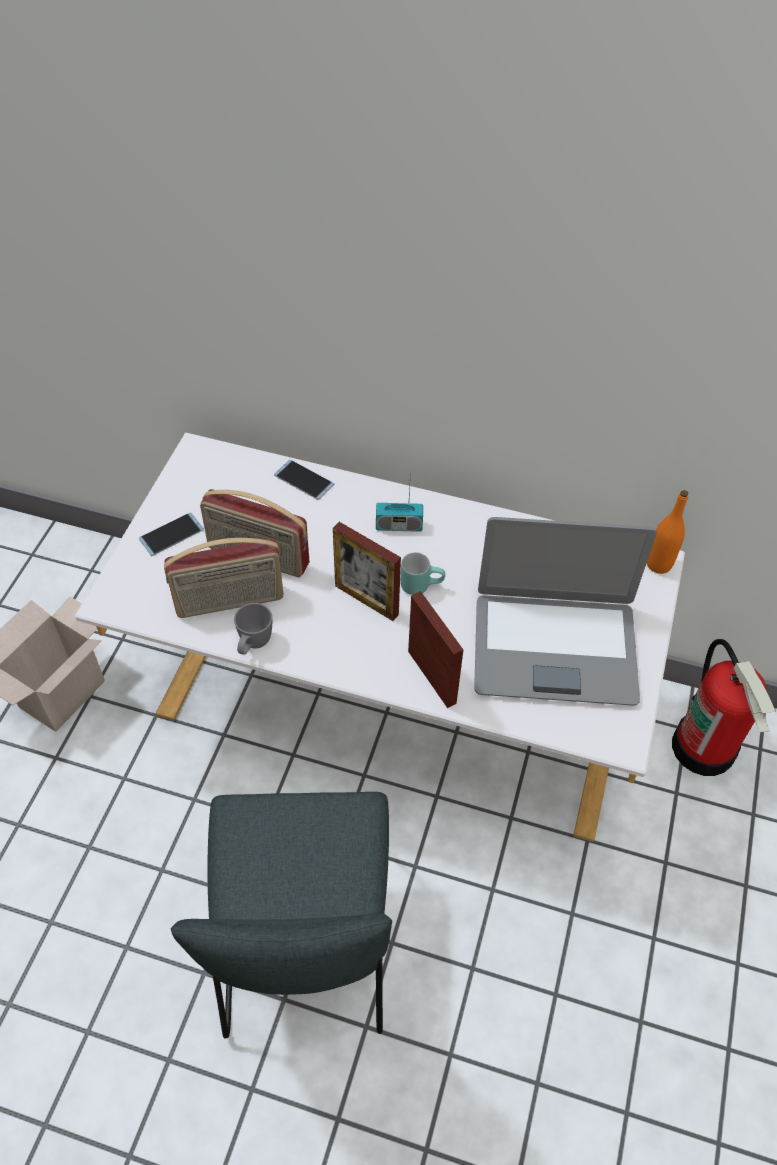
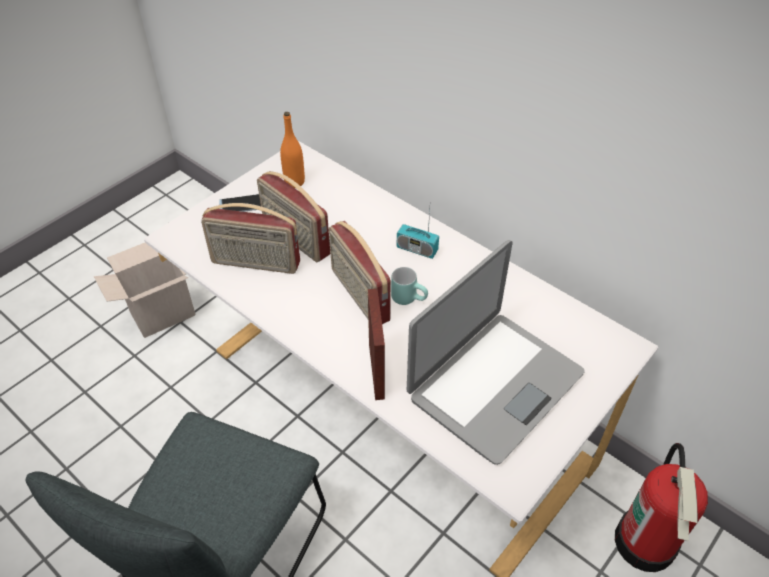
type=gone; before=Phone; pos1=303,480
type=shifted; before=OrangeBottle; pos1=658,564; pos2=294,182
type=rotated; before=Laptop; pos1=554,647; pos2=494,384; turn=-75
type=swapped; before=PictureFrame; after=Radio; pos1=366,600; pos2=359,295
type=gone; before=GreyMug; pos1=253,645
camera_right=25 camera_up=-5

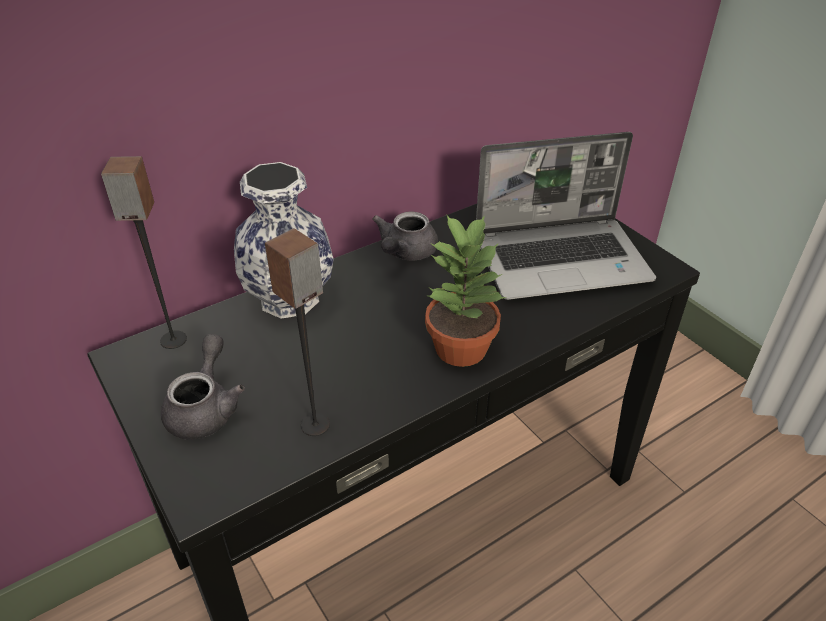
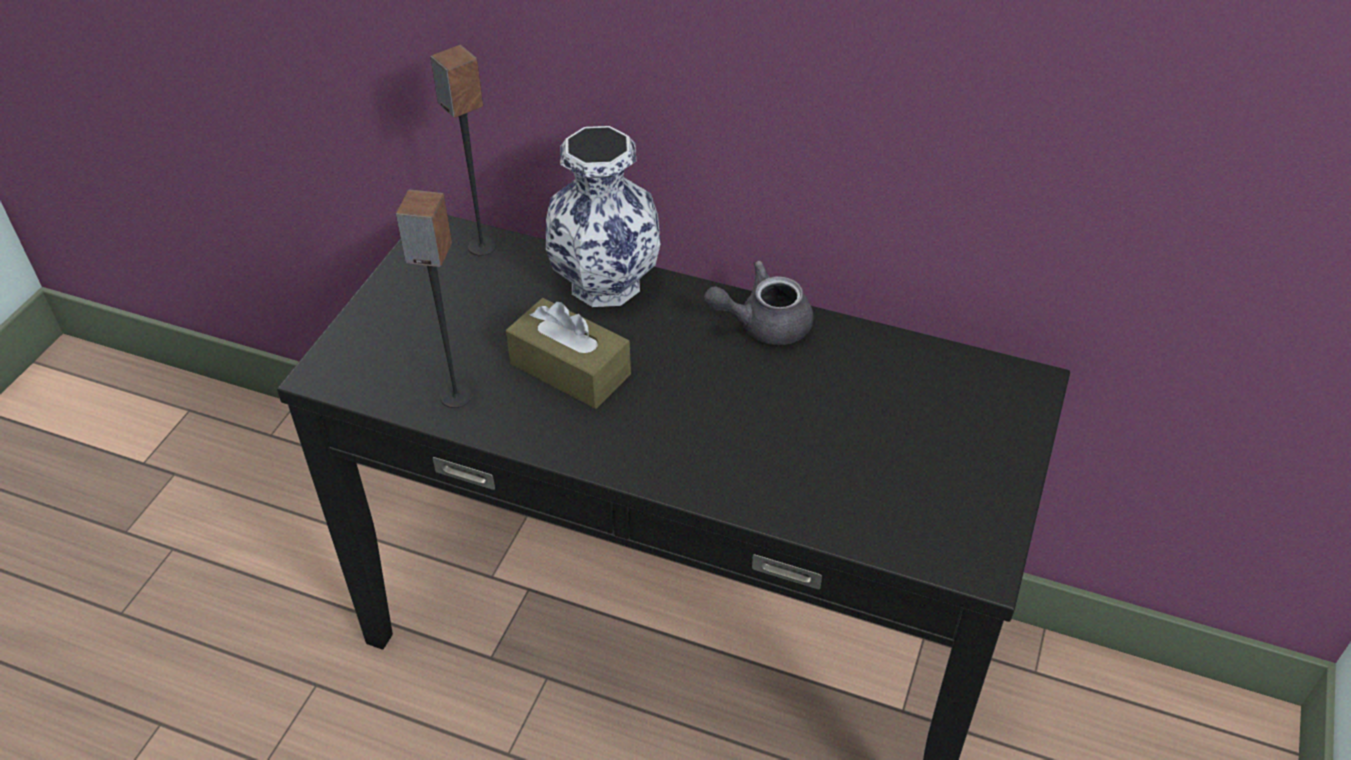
type=gone; before=Laptop; pos1=562,259
type=gone; before=PottedPlant; pos1=461,347
type=gone; before=GreyTeapot; pos1=206,408
type=new; after=BrownTissueBox; pos2=570,369
camera_right=55 camera_up=5

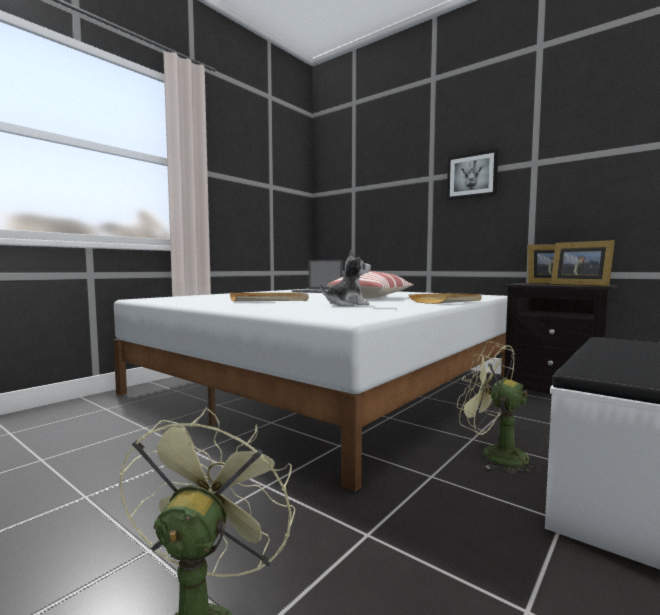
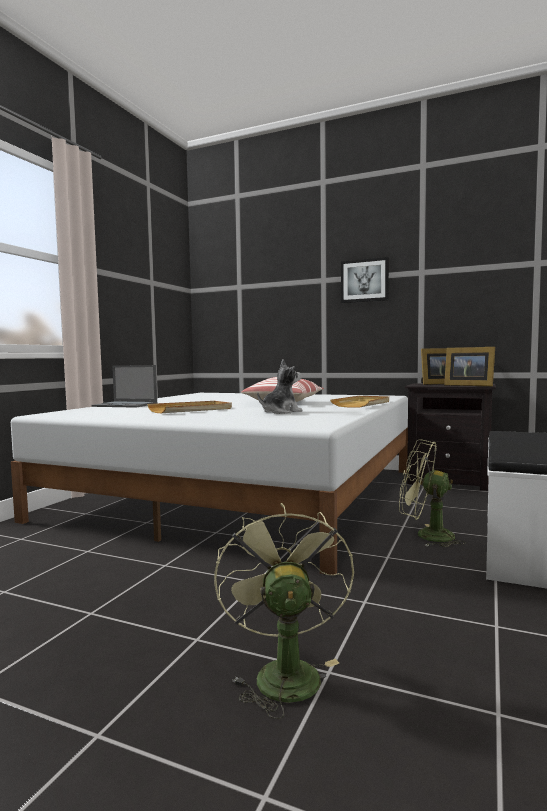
type=shifted; before=Laptop; pos1=318,291; pos2=126,405
camera_right=-15 camera_up=0

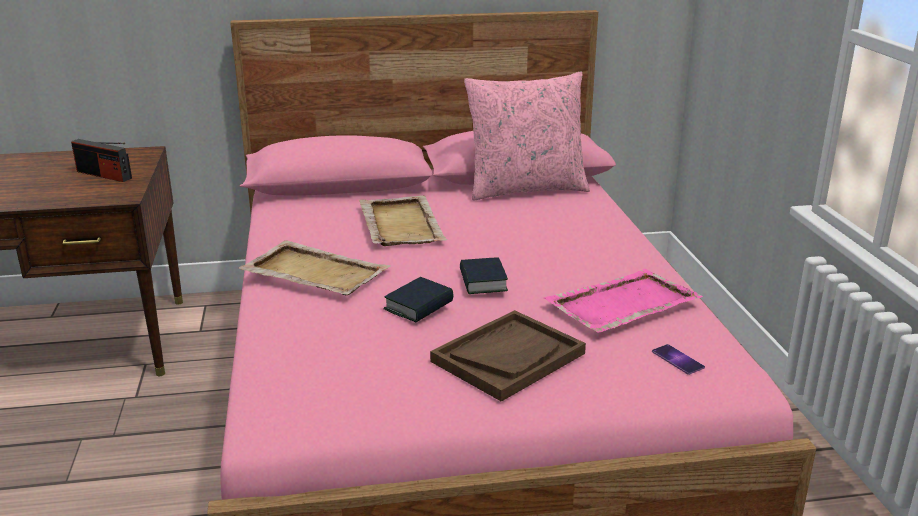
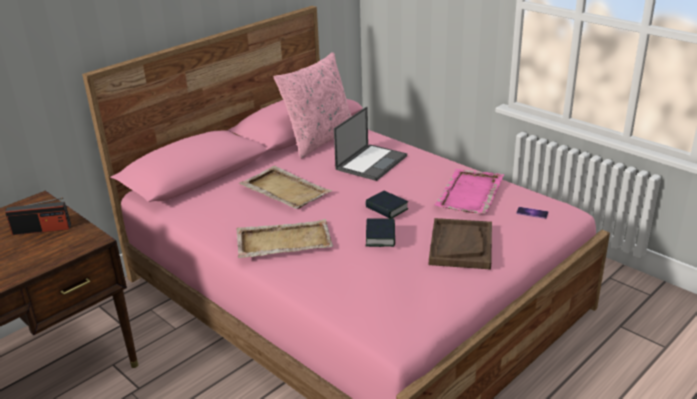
type=new; after=Laptop; pos2=371,162
camera_right=-35 camera_up=5

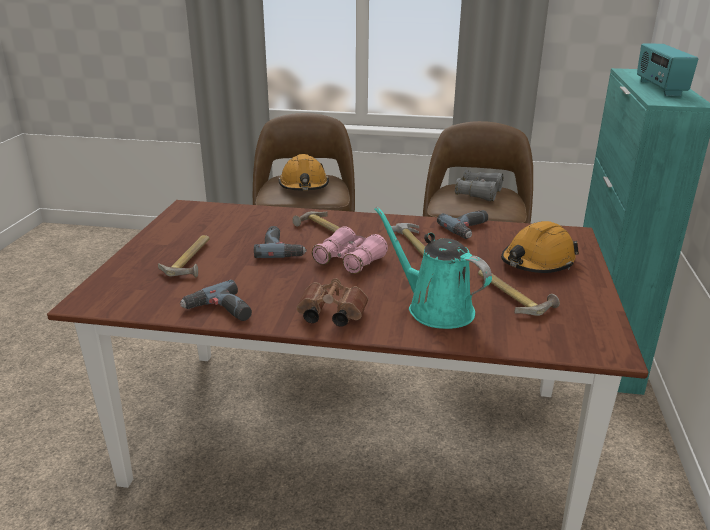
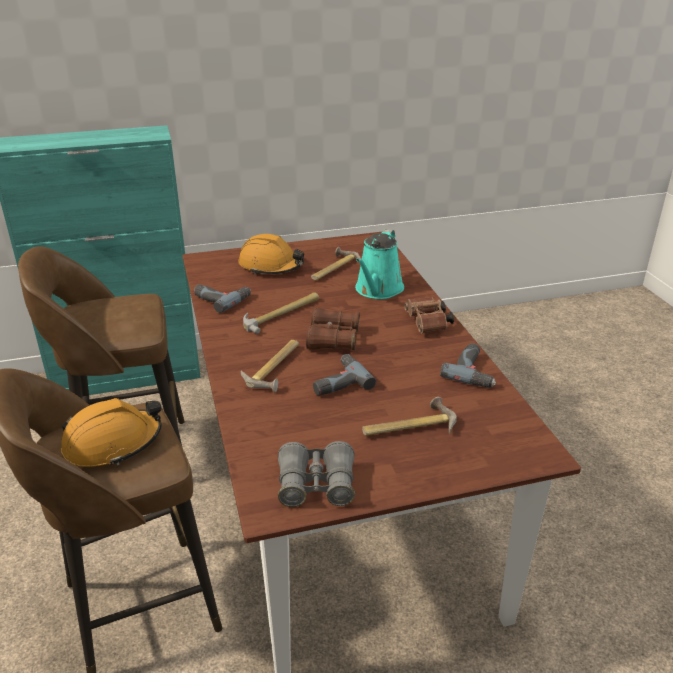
type=gone; before=Radio; pos1=659,88
type=shifted; before=GreyBinoculars; pos1=479,193; pos2=316,485
type=repainted; before=PinkBinoculars; after=BrownBinoculars; pos1=349,261; pos2=333,339
camera_right=-115 camera_up=5

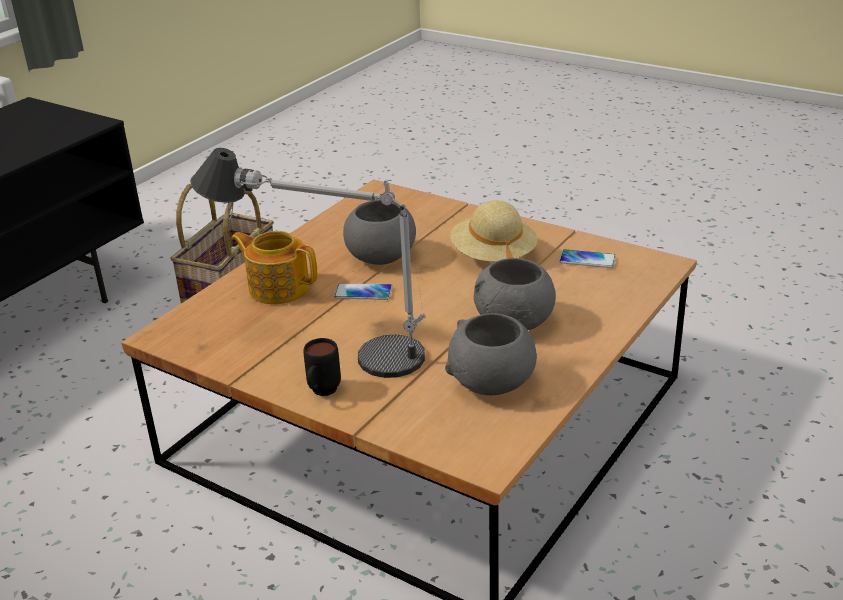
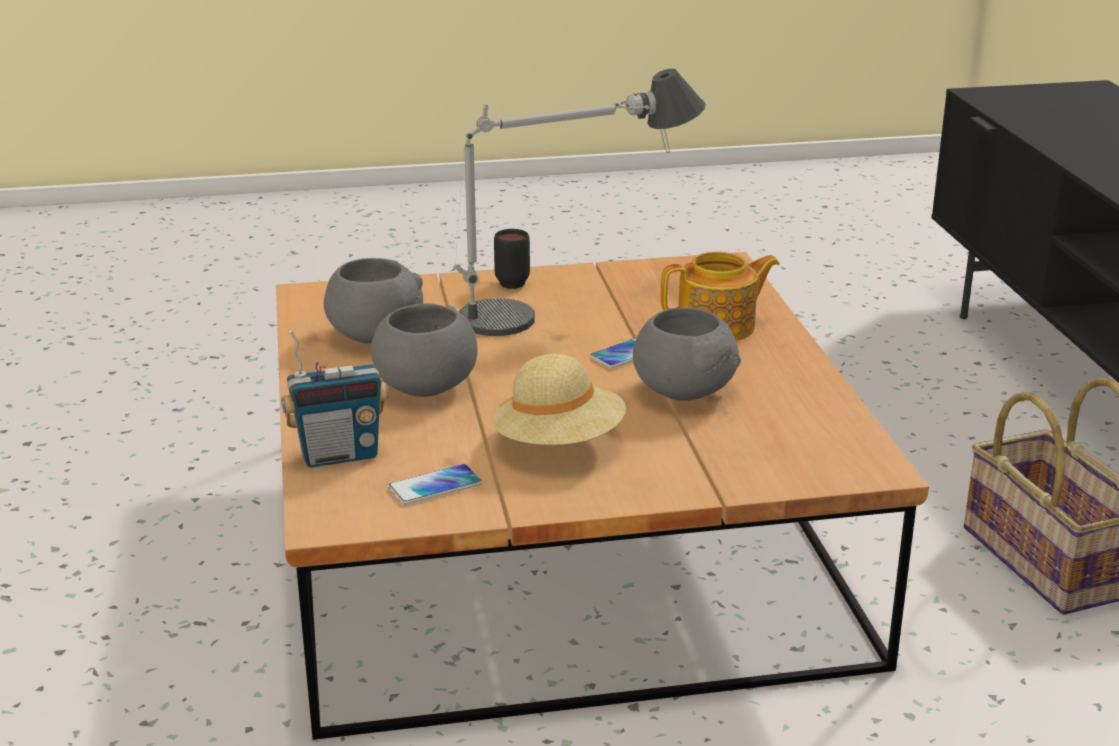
type=new; after=Radio; pos2=339,455
camera_right=135 camera_up=-5

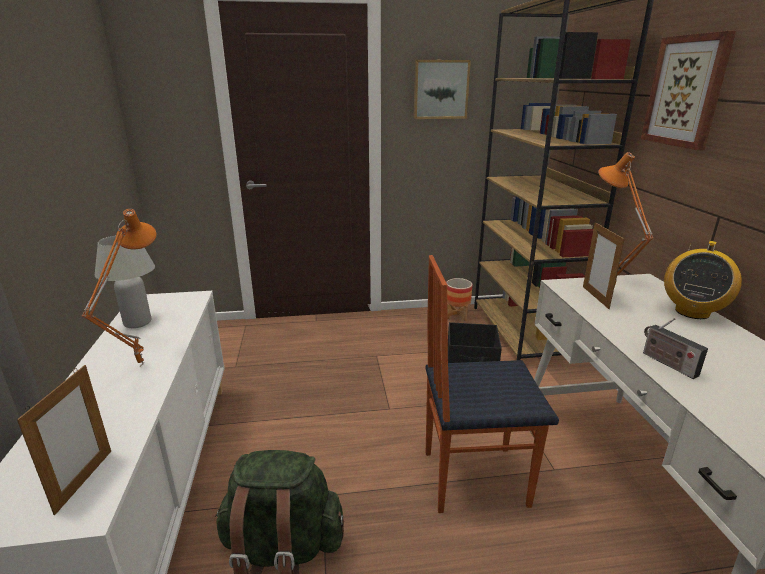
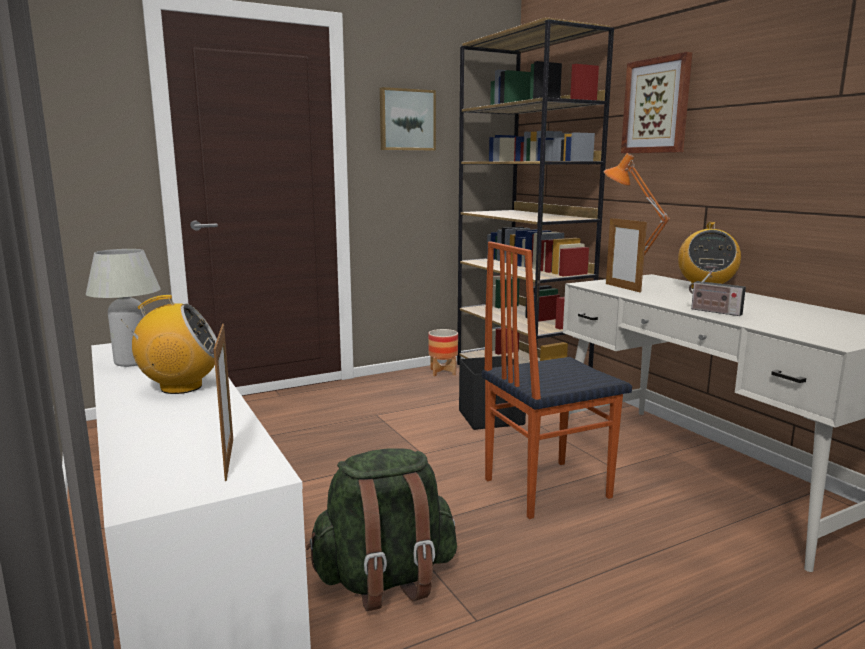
type=swapped; before=OrangeTableLamp; after=Radio; pos1=139,364; pos2=180,387
camera_right=-20 camera_up=-10

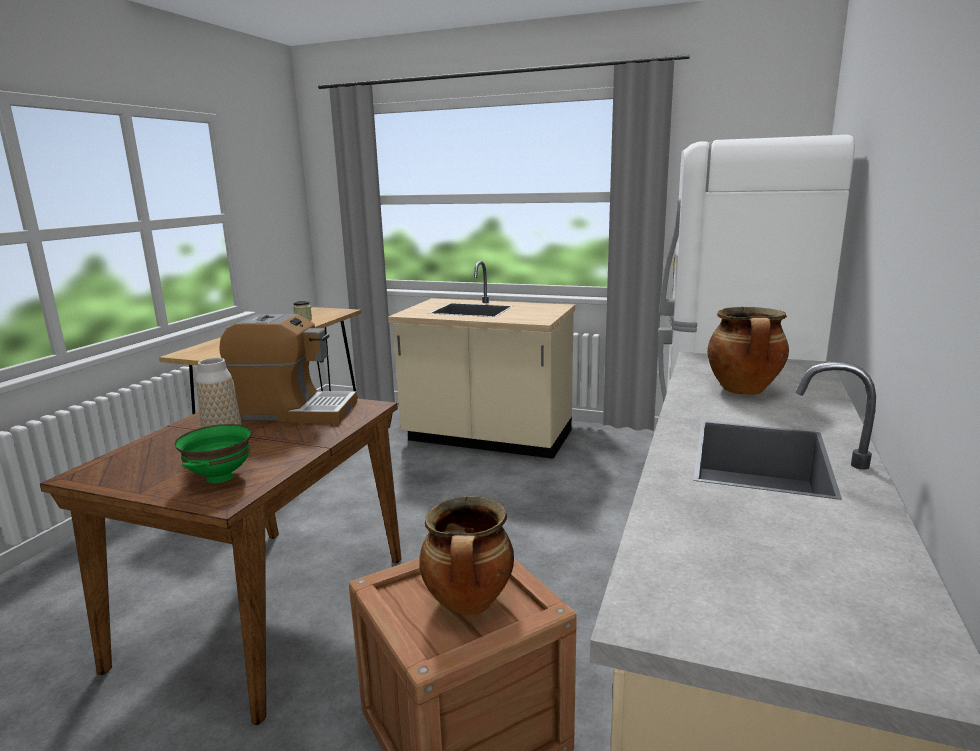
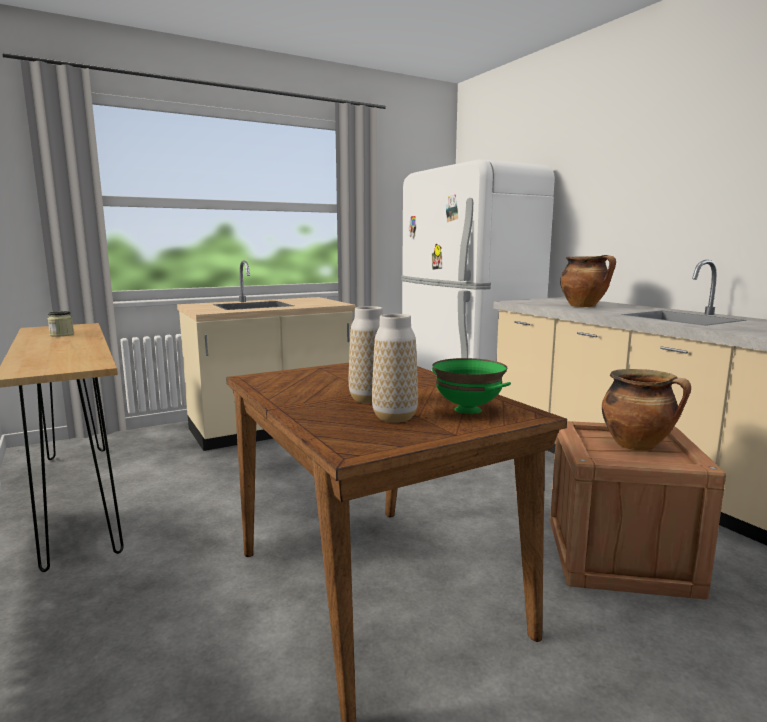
type=gone; before=CoffeeMachine; pos1=294,411
type=new; after=Vase; pos2=394,417
camera_right=-50 camera_up=-5

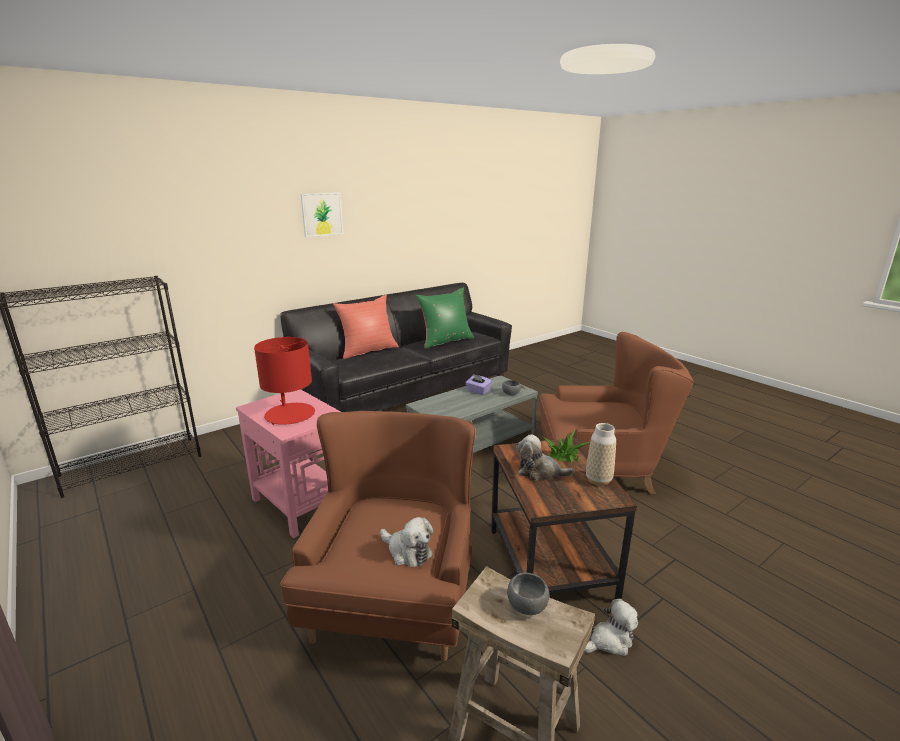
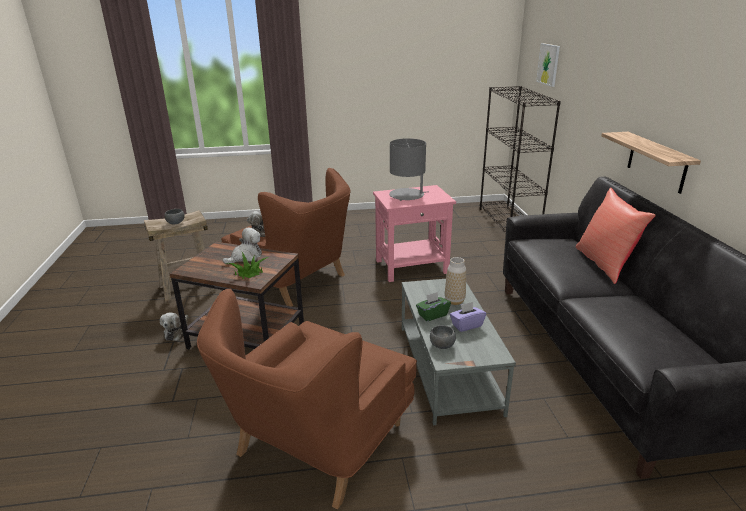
type=shifted; before=Picture; pos1=322,214; pos2=548,64
type=gone; before=GreenPillow; pos1=445,341
type=repainted; before=RedTableLamp; after=GreyTableLamp; pos1=290,414; pos2=407,195
type=shifted; before=Vase; pos1=598,480; pos2=454,301
type=new; after=Shelf; pos2=656,162
type=new; after=GreenTissueBox; pos2=432,315
camera_right=120 camera_up=5

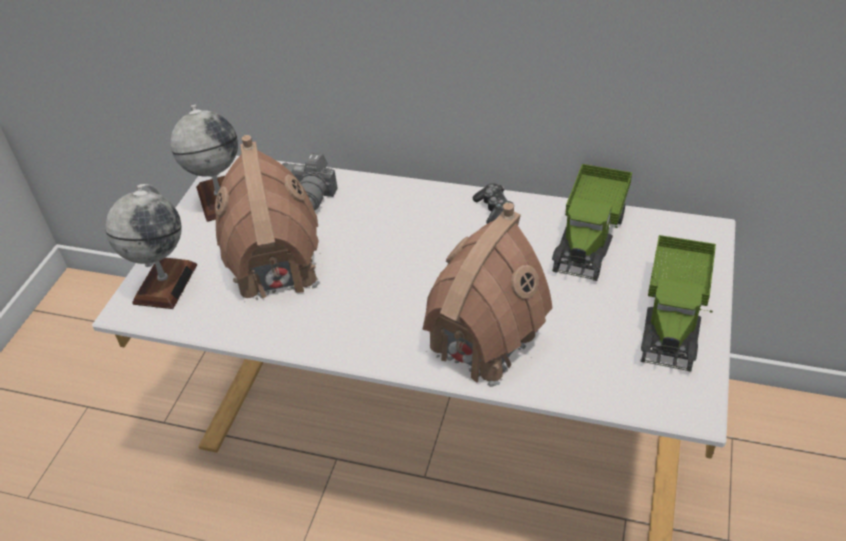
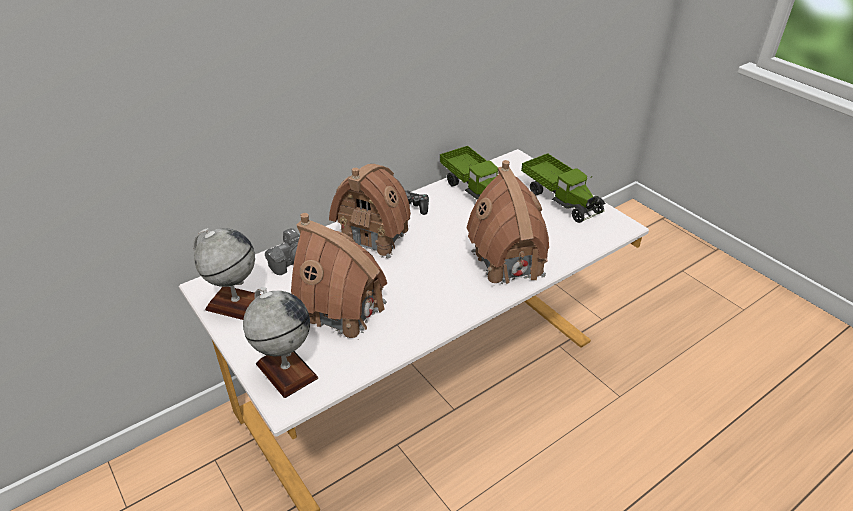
type=new; after=ToyHouse; pos2=375,236
camera_right=-55 camera_up=-5

